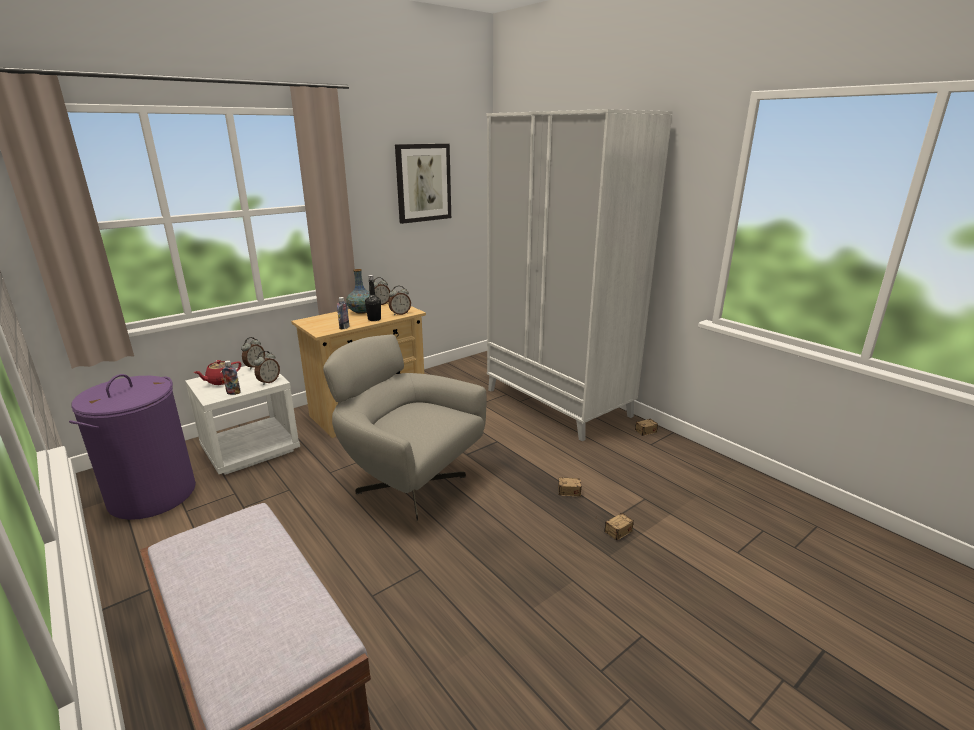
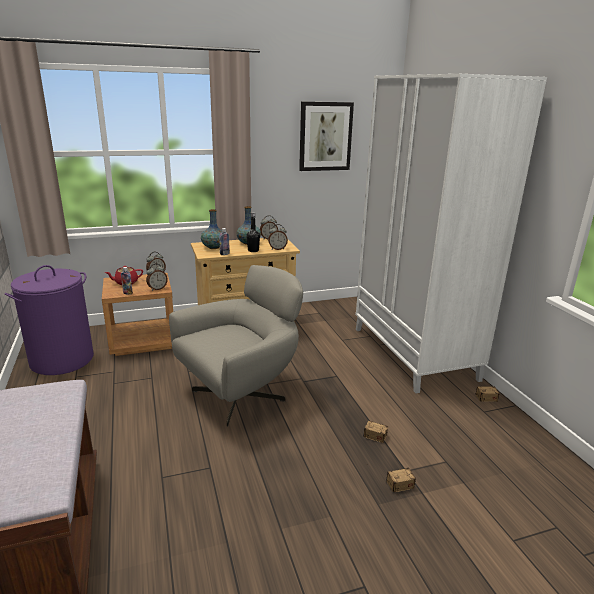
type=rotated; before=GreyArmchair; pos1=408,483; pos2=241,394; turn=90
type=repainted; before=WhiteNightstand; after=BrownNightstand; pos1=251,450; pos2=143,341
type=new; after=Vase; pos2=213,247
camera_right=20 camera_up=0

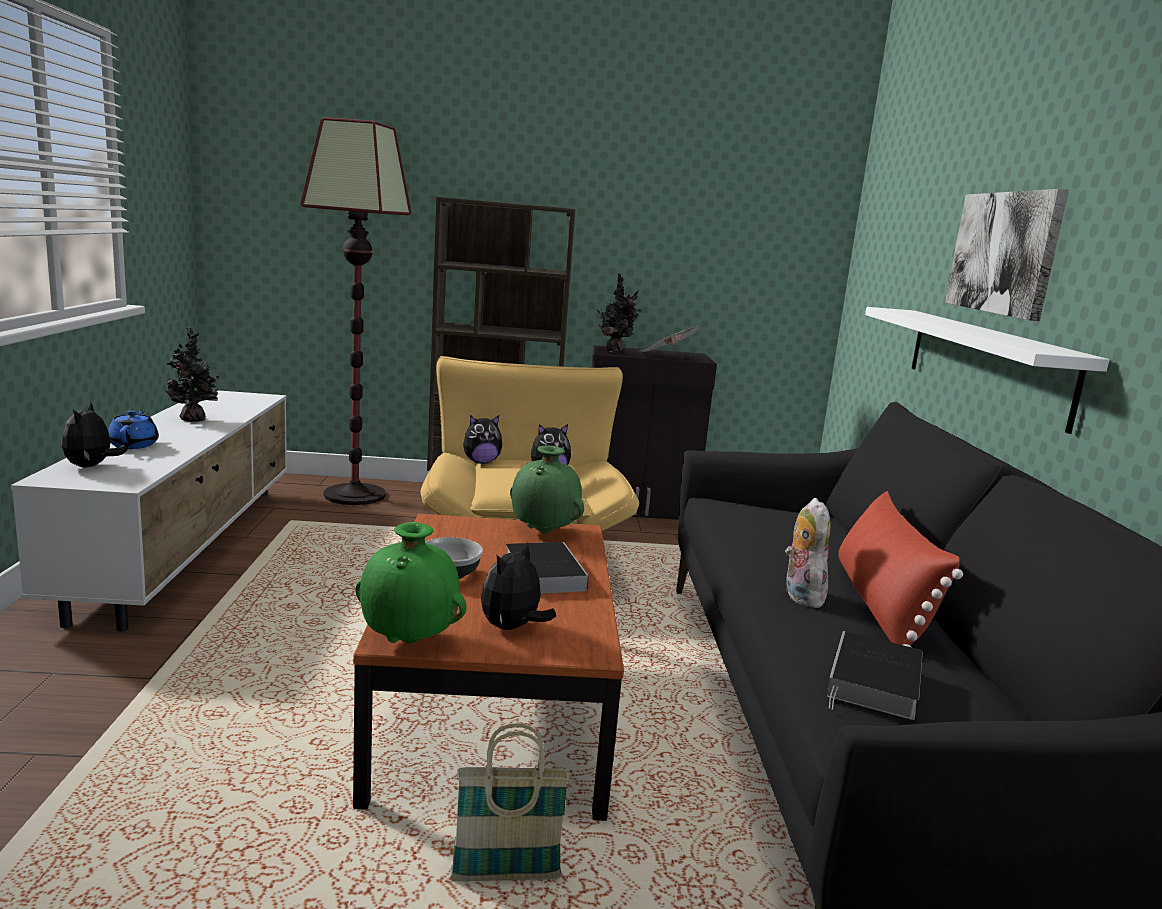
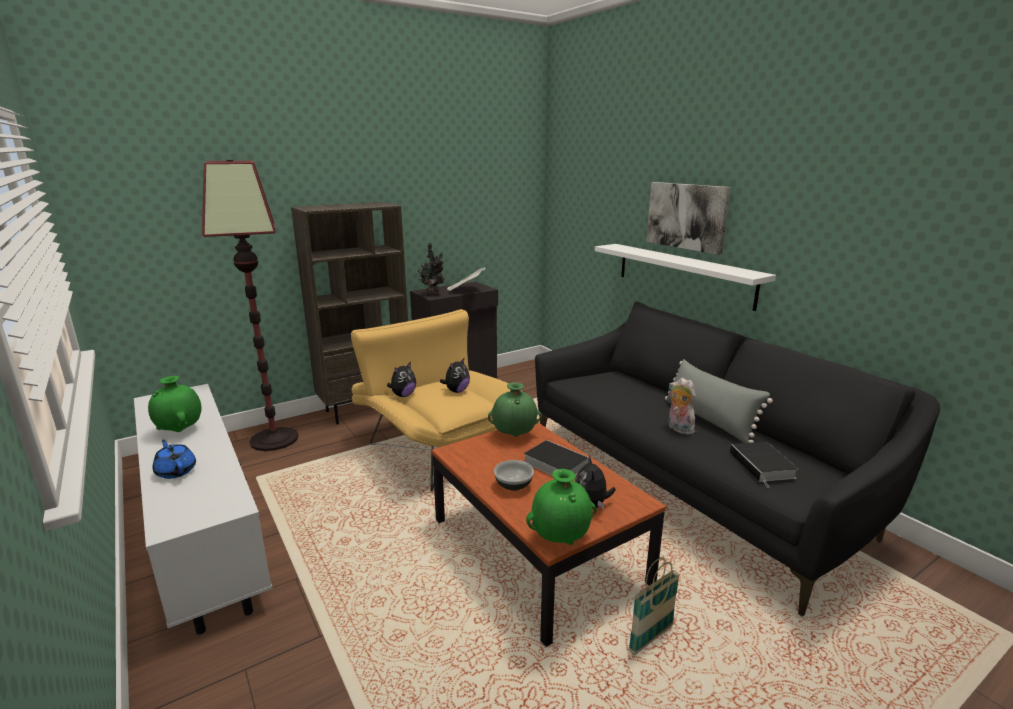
type=swapped; before=PottedPlant; after=GreenVase; pos1=194,420; pos2=180,431
type=gone; before=PlushToy; pos1=91,466
type=repainted; before=RedPillow; after=GreyPillow; pos1=881,605; pos2=708,420
camera_right=-30 camera_up=5

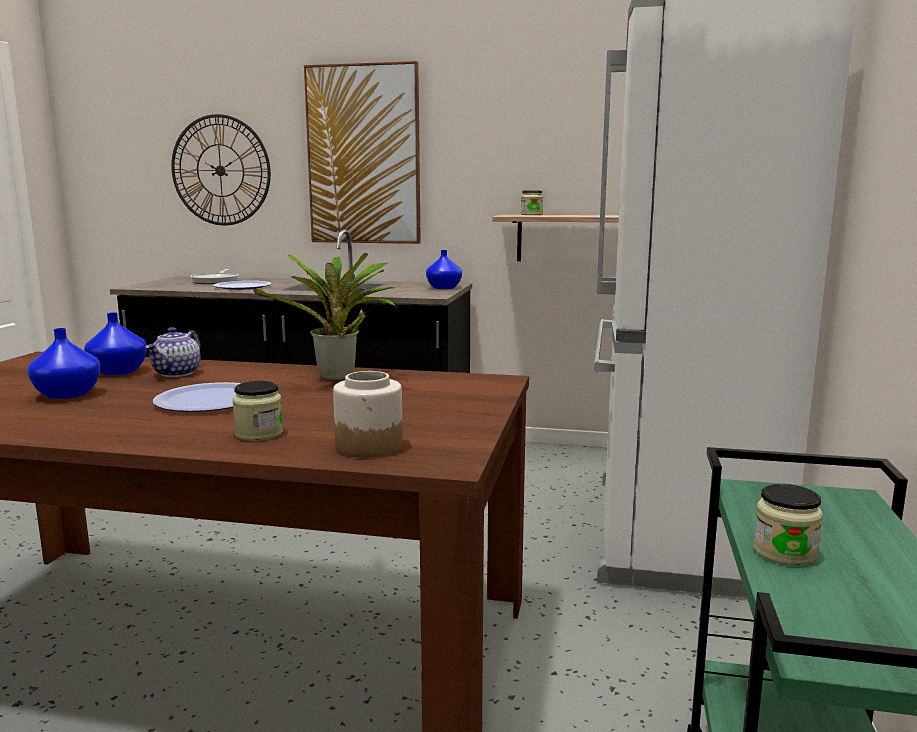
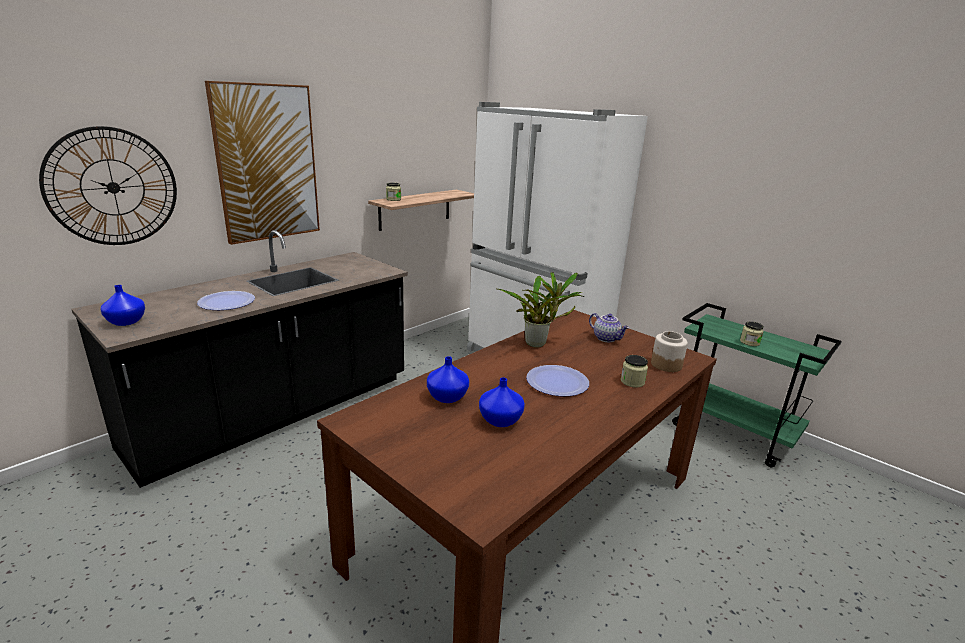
type=shifted; before=BlueVase; pos1=444,288; pos2=127,321
type=gone; before=FryingPan; pos1=216,281
type=shifted; before=Teapot; pos1=177,373; pos2=607,338
camera_right=-60 camera_up=10

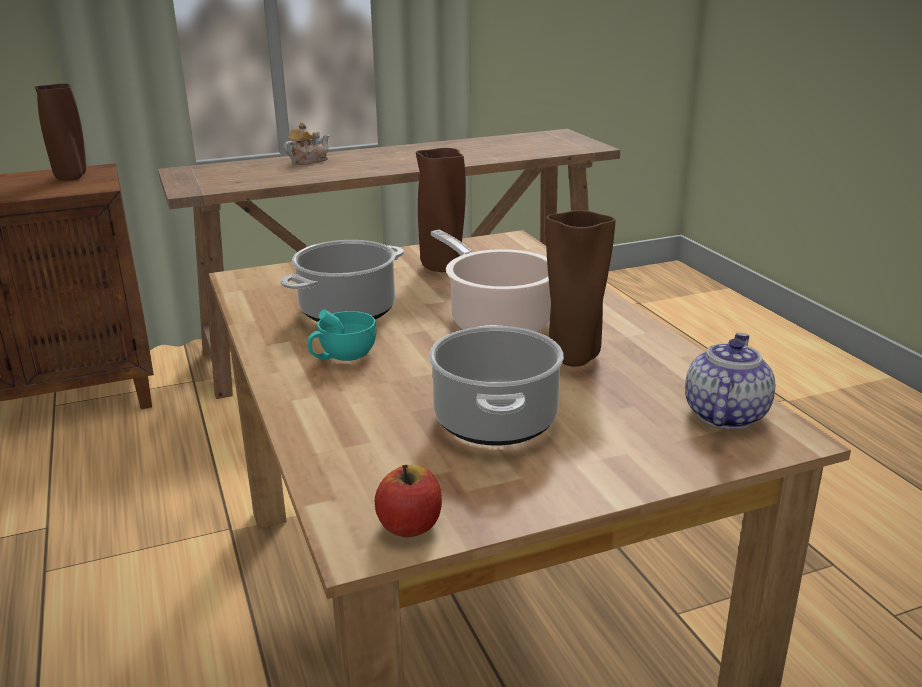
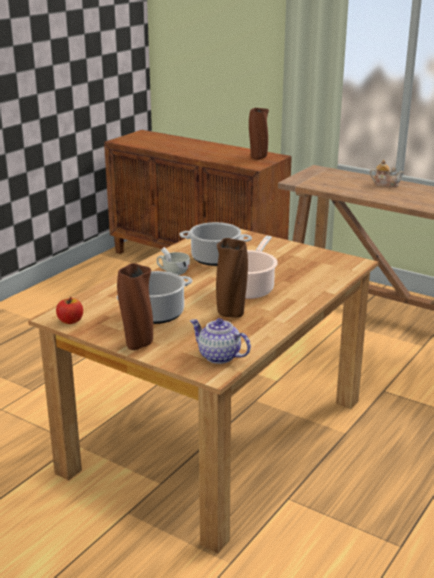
type=shifted; before=BrownVase; pos1=442,267; pos2=137,345
type=repainted; before=TurquoiseCup; after=WhiteCup; pos1=342,356; pos2=173,272
type=rotated; before=Teapot; pos1=724,414; pos2=218,356; turn=-135
camera_right=55 camera_up=0

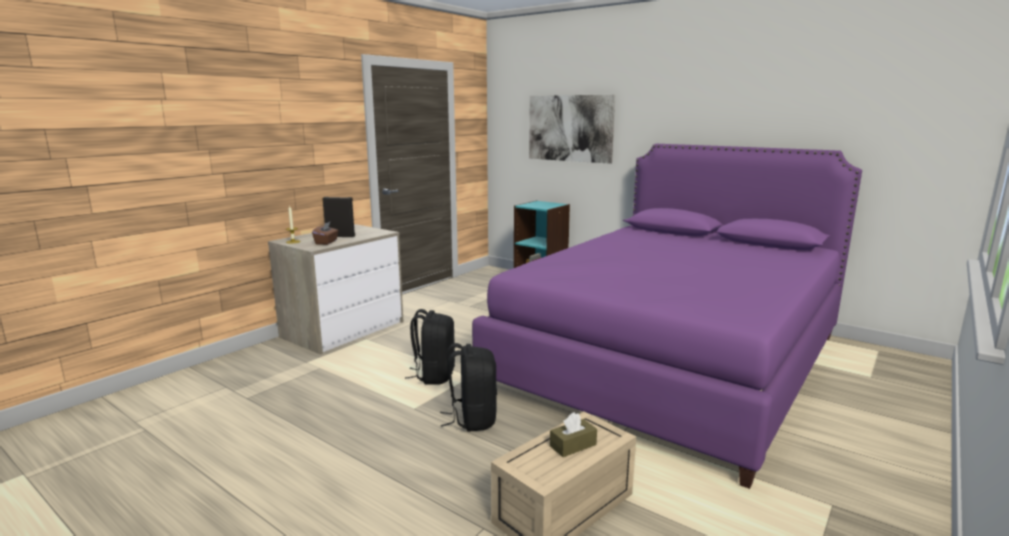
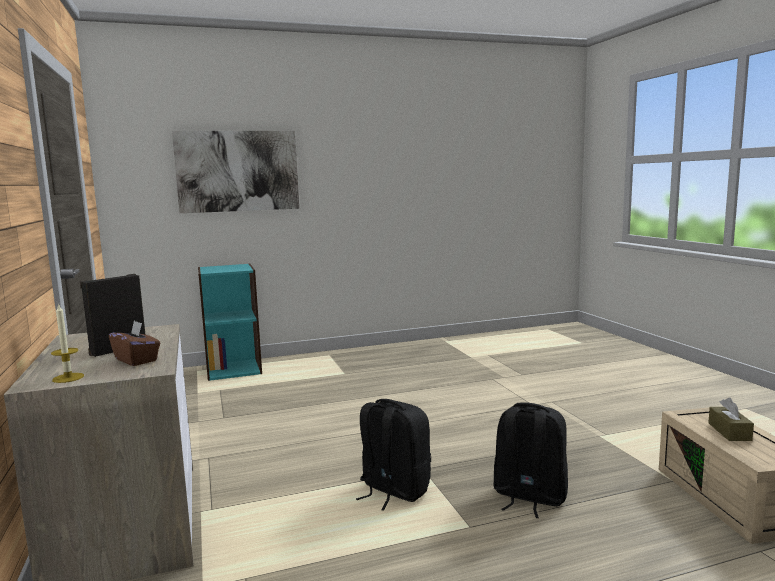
type=gone; before=PurpleBed; pos1=672,361
camera_right=-55 camera_up=-5

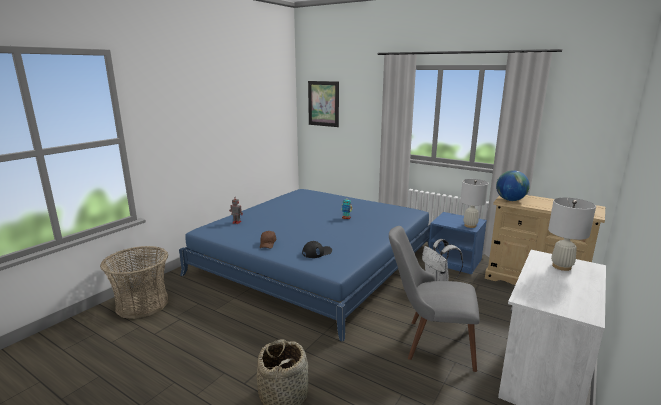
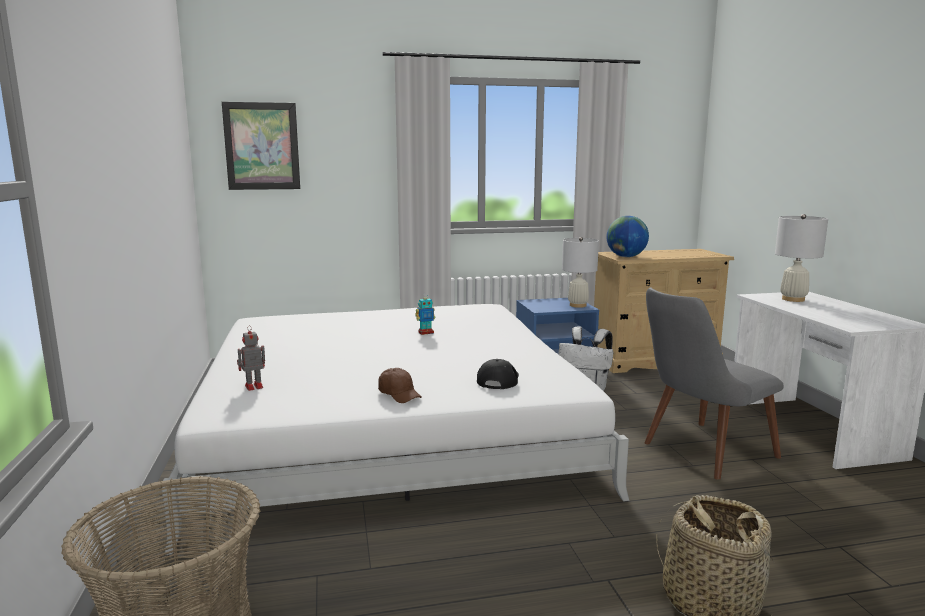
type=repainted; before=BlueBed; after=WhiteBed; pos1=315,261; pos2=389,427
camera_right=-45 camera_up=-5

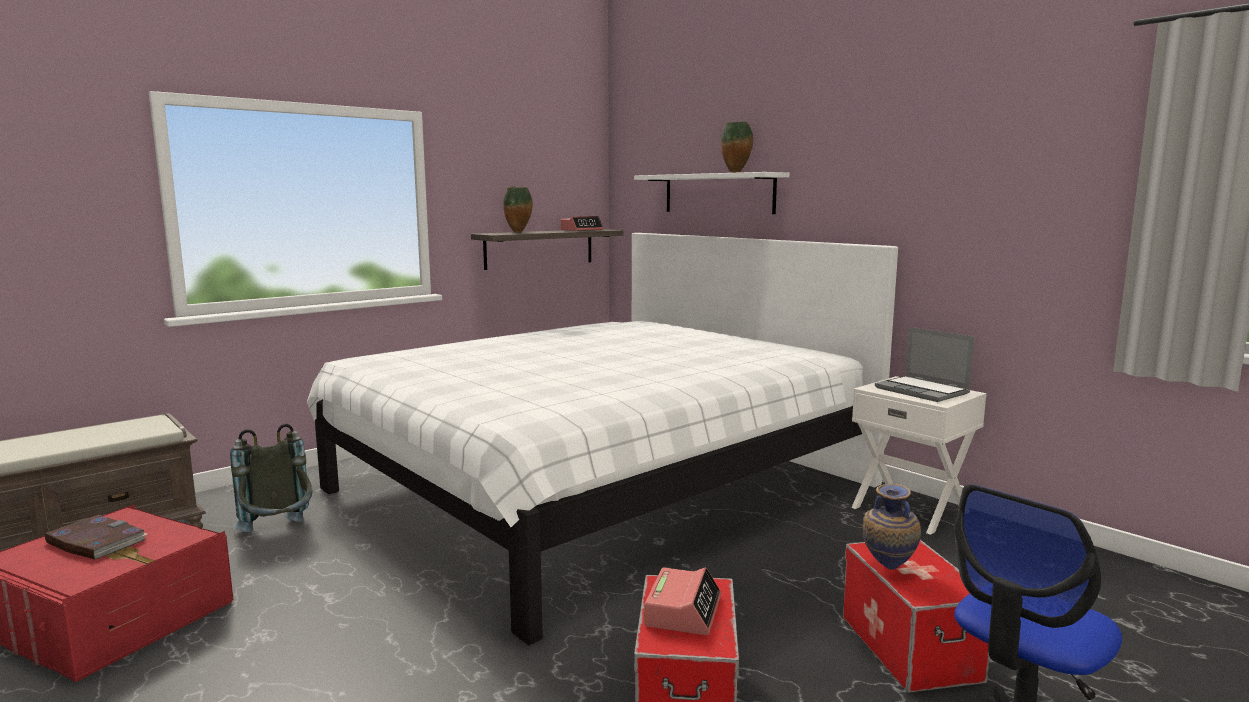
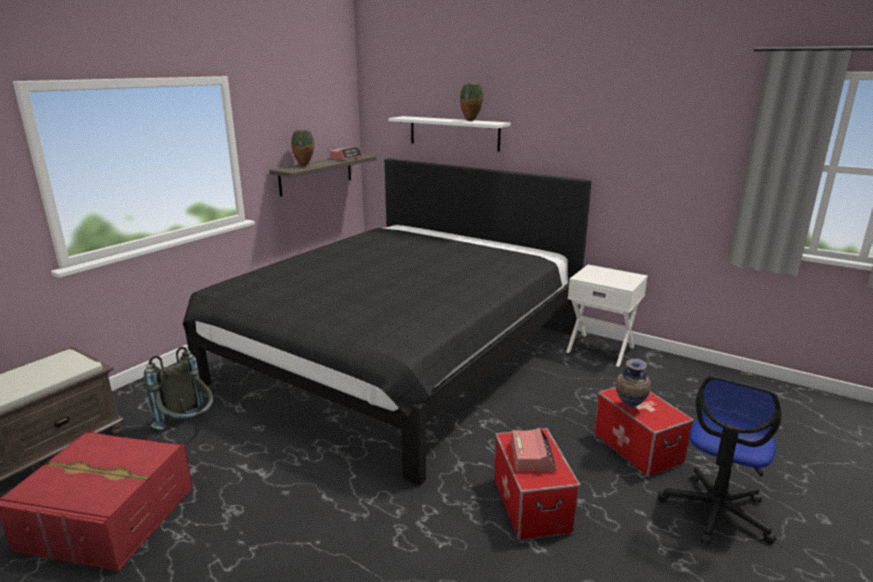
type=repainted; before=WhiteBed; after=BlackBed; pos1=599,487; pos2=399,356
type=gone; before=Laptop; pos1=923,391
type=gone; before=Book; pos1=96,542
camera_right=-15 camera_up=10

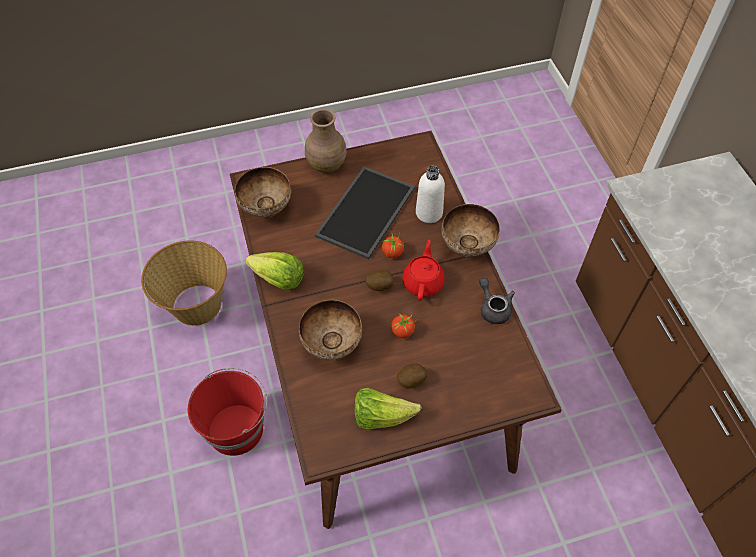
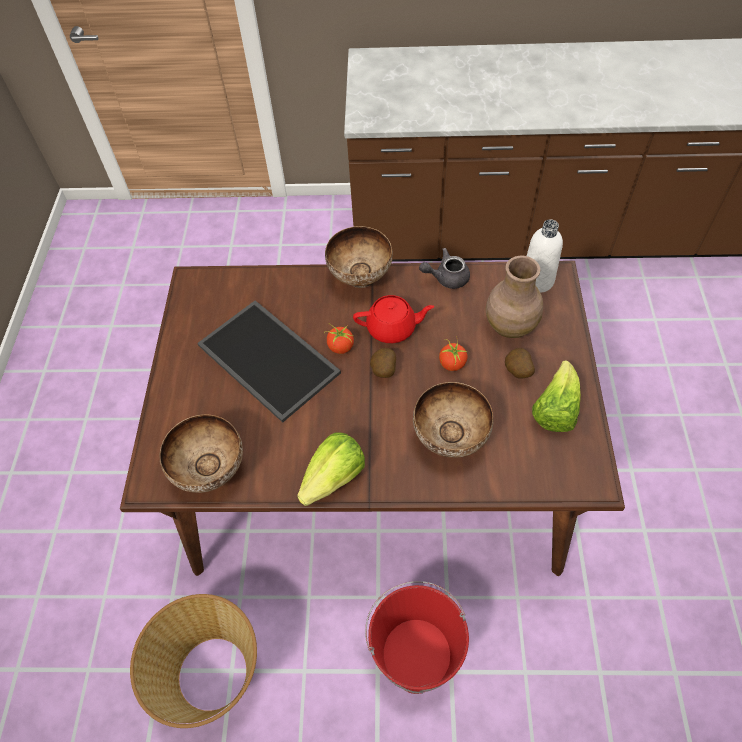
type=shifted; before=BrownVase; pos1=327,164; pos2=509,325
type=shifted; before=WhiteBottle; pos1=429,213; pos2=537,280
type=rotated; before=RedTeapot; pos1=423,282; pos2=392,328; turn=150
camera_right=-70 camera_up=0

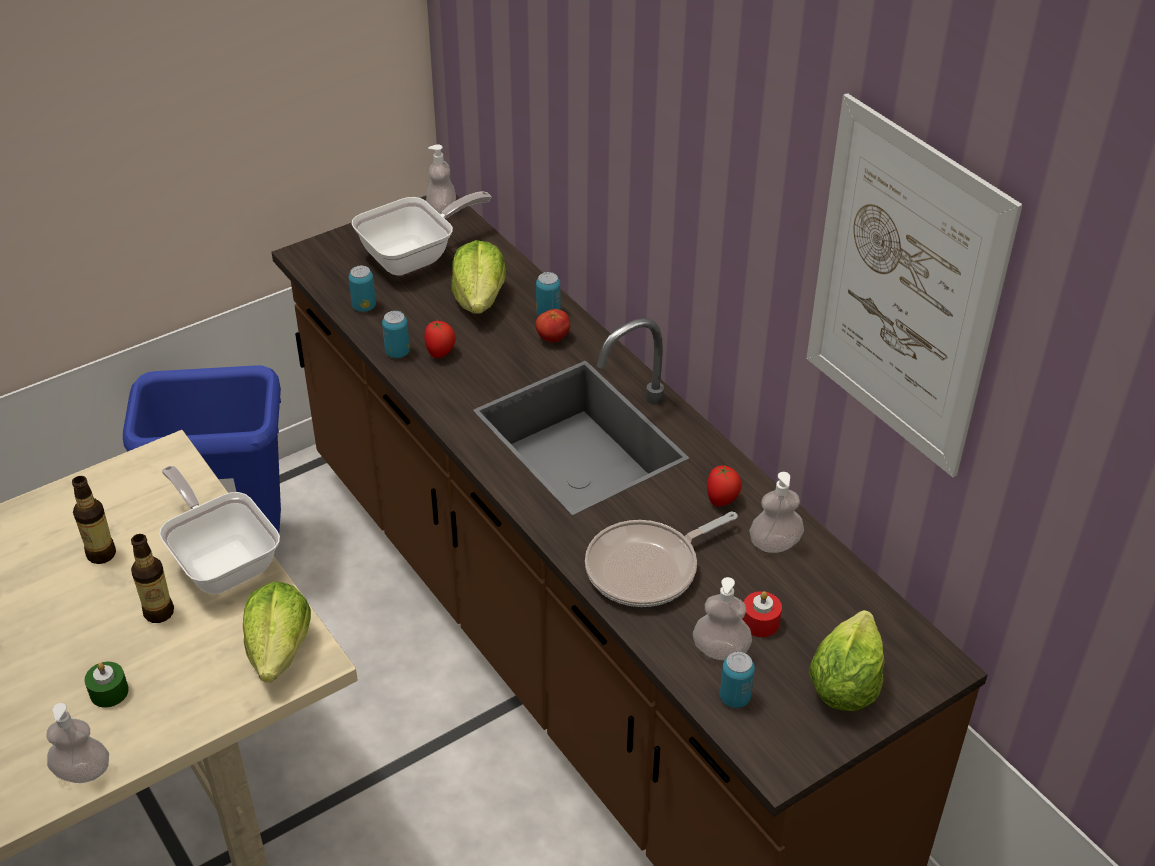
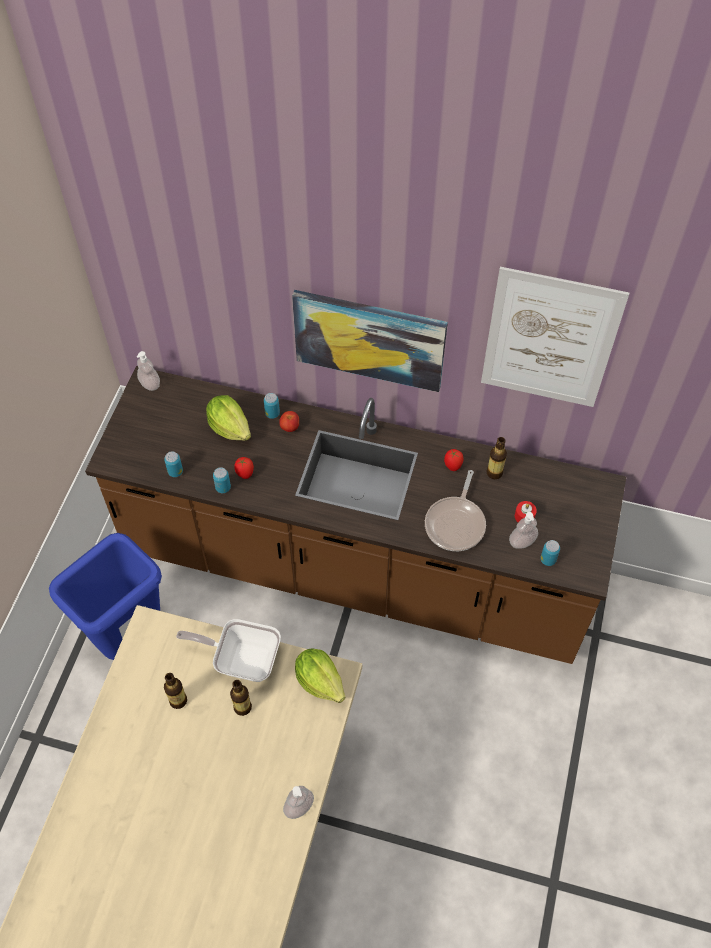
type=gone; before=FryingPan; pos1=415,257
type=swapped; before=SoapDispenser; after=Bottle; pos1=774,544; pos2=494,472
type=gone; before=Lettuce; pos1=844,685
type=gone; before=GreenCandle; pos1=109,692
type=new; after=Picture; pos2=369,339
camera_right=-40 camera_up=15

